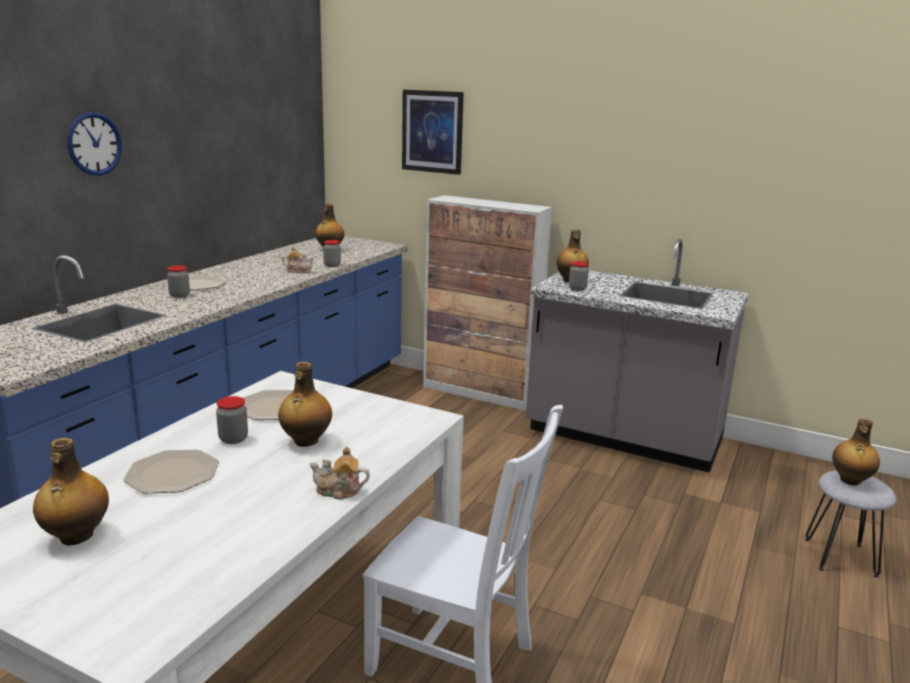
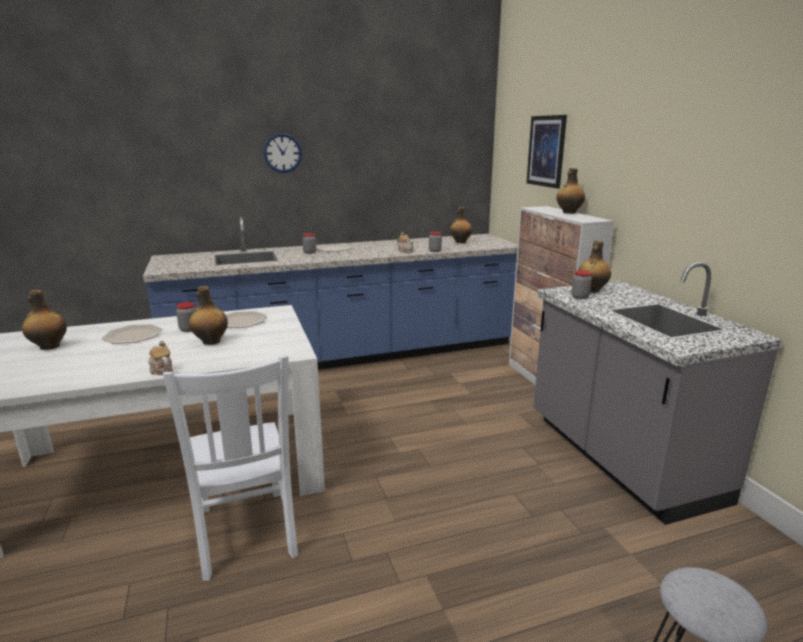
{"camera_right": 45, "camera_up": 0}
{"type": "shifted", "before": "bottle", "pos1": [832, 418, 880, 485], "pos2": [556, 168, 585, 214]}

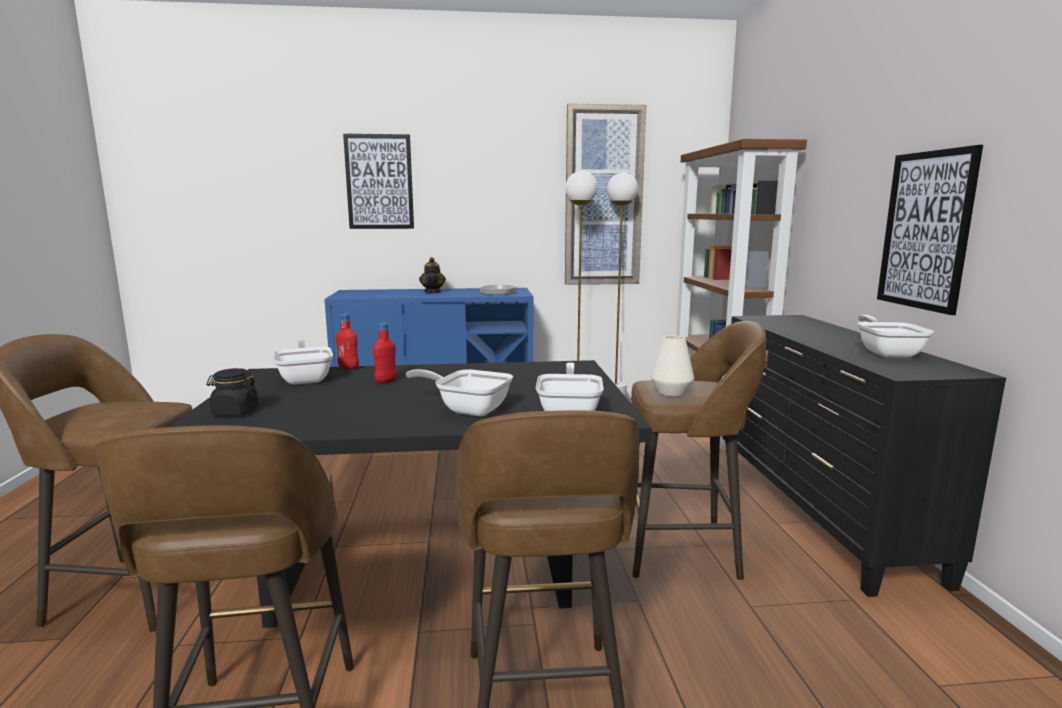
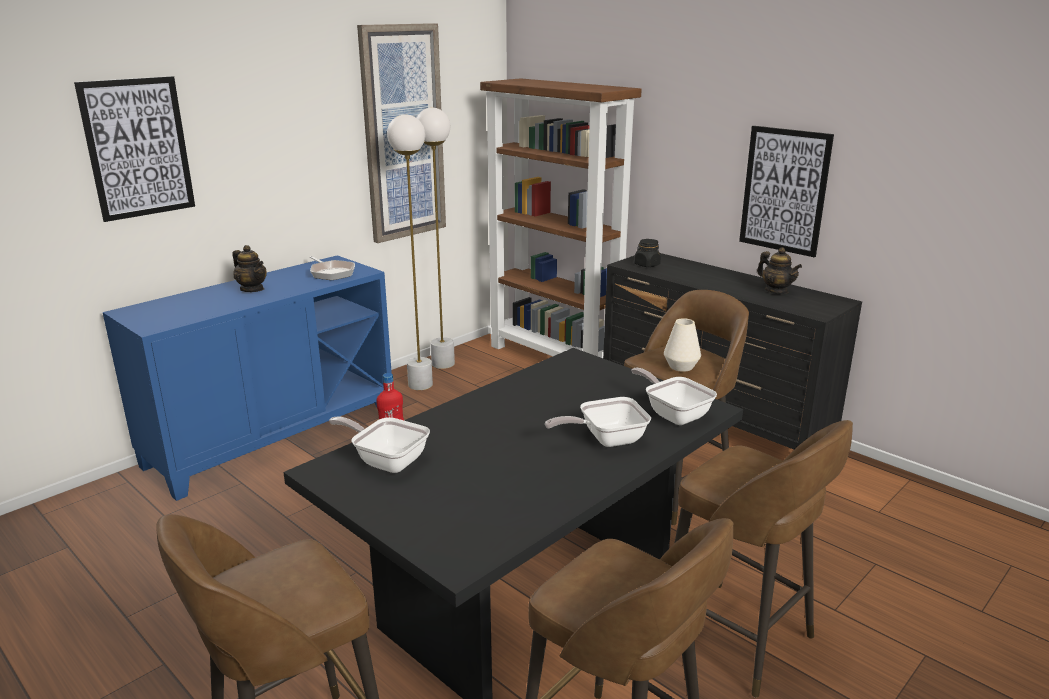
{"camera_right": -40, "camera_up": 10}
{"type": "gone", "before": "red bottle", "pos1": [373, 323, 397, 384]}
{"type": "shifted", "before": "black jar", "pos1": [206, 368, 258, 416], "pos2": [634, 239, 661, 267]}
{"type": "swapped", "before": "frying pan", "after": "teapot", "pos1": [857, 315, 934, 357], "pos2": [757, 247, 802, 294]}

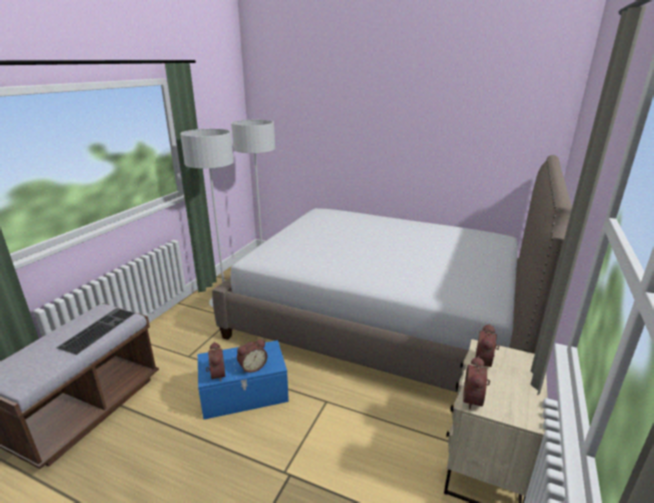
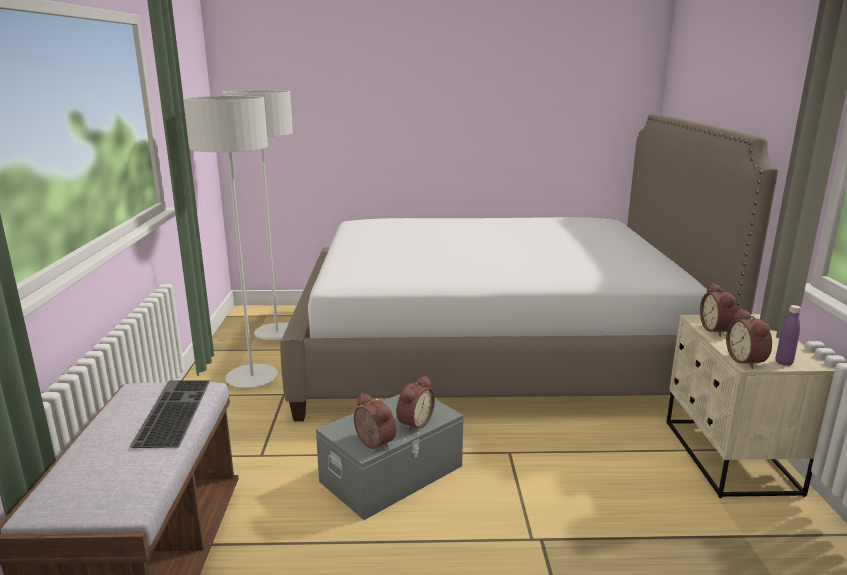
{"camera_right": -25, "camera_up": -5}
{"type": "new", "after": "purple bottle", "pos2": [776, 305, 801, 366]}
{"type": "repainted", "before": "blue storage box", "after": "grey storage box", "pos1": [198, 340, 289, 420], "pos2": [316, 394, 463, 520]}

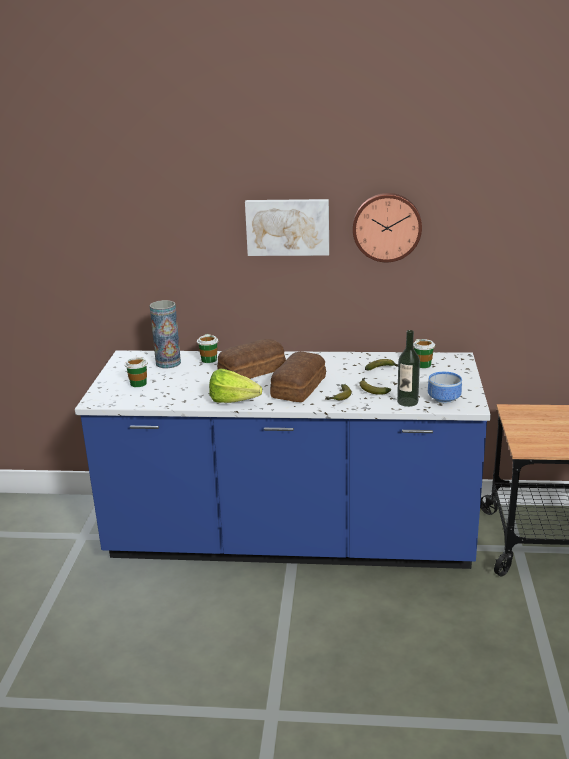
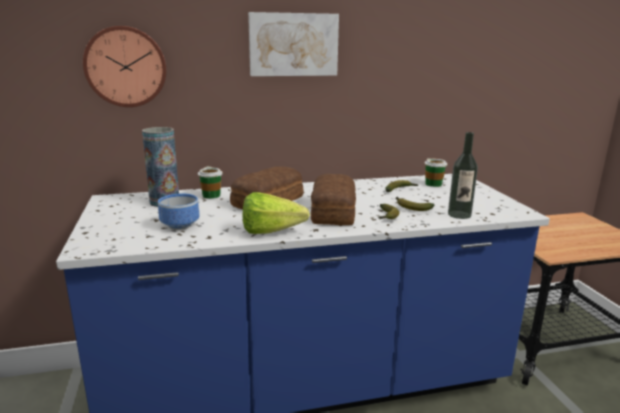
{"camera_right": -20, "camera_up": -5}
{"type": "gone", "before": "cup", "pos1": [125, 357, 148, 387]}
{"type": "shifted", "before": "wall clock", "pos1": [353, 193, 422, 262], "pos2": [83, 26, 167, 107]}
{"type": "shifted", "before": "bowl", "pos1": [428, 372, 462, 404], "pos2": [158, 194, 200, 230]}

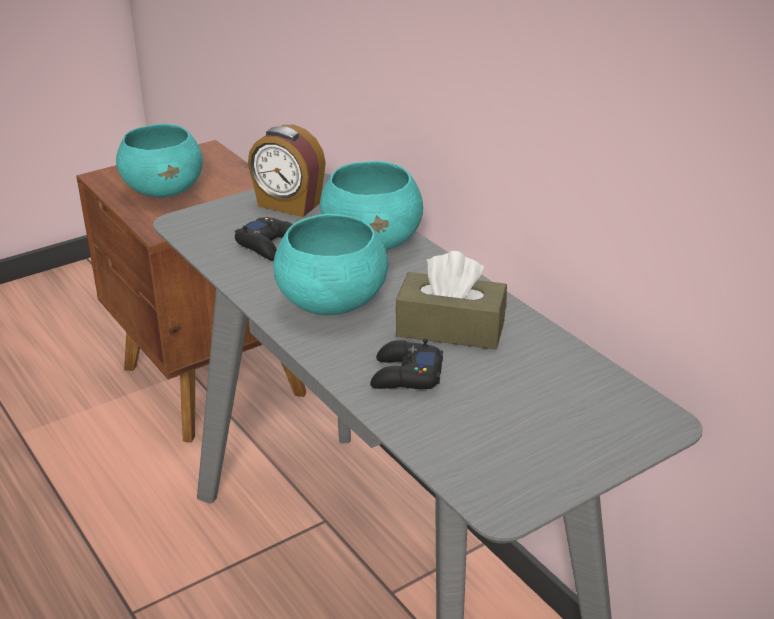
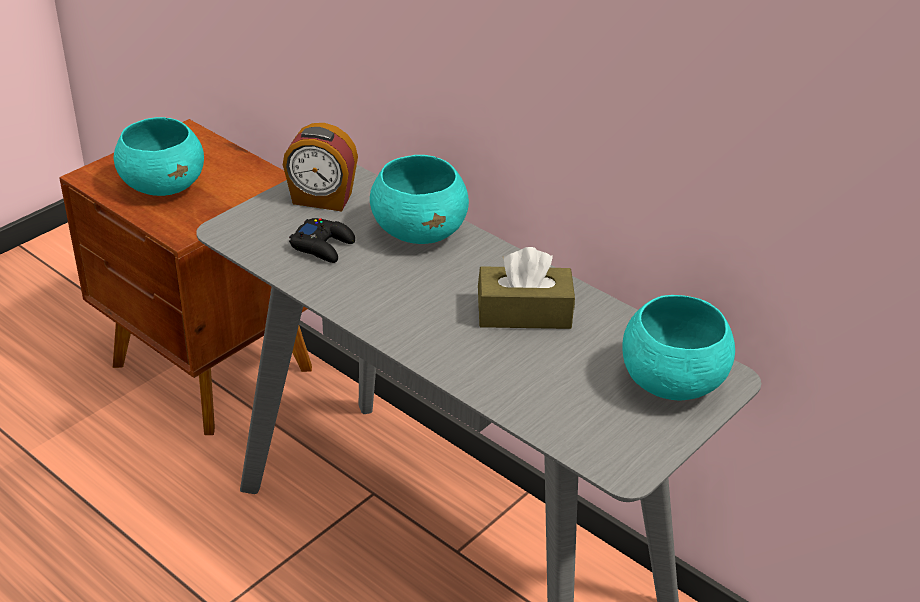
{"camera_right": -15, "camera_up": 5}
{"type": "gone", "before": "black game controller", "pos1": [370, 338, 443, 389]}
{"type": "shifted", "before": "turquoise bowl", "pos1": [273, 214, 388, 315], "pos2": [623, 295, 735, 400]}

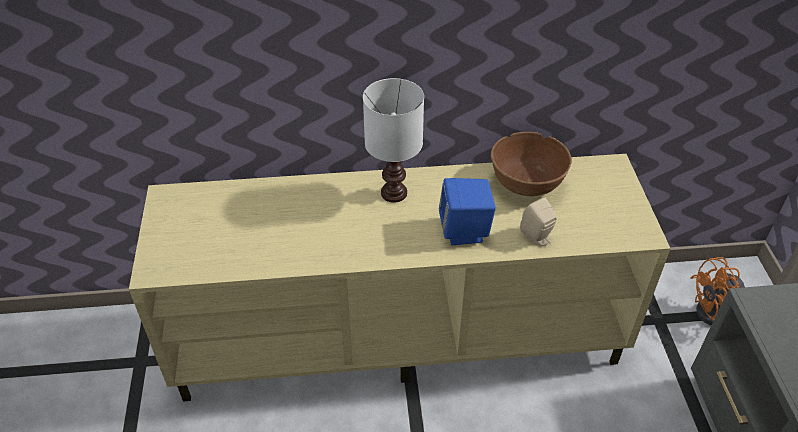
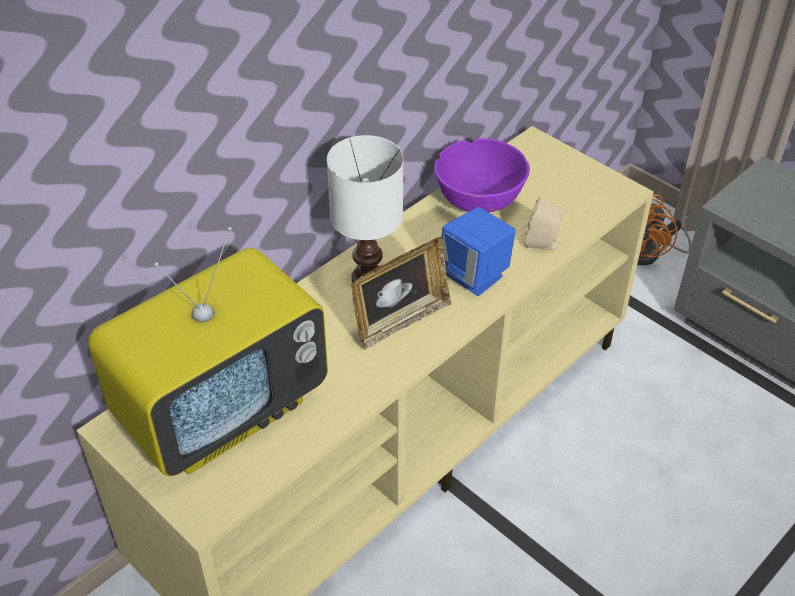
{"camera_right": -40, "camera_up": 0}
{"type": "new", "after": "television", "pos2": [88, 227, 328, 476]}
{"type": "new", "after": "picture frame", "pos2": [351, 237, 452, 350]}
{"type": "repainted", "before": "brown bowl", "after": "purple bowl", "pos1": [491, 132, 572, 196], "pos2": [434, 138, 530, 212]}

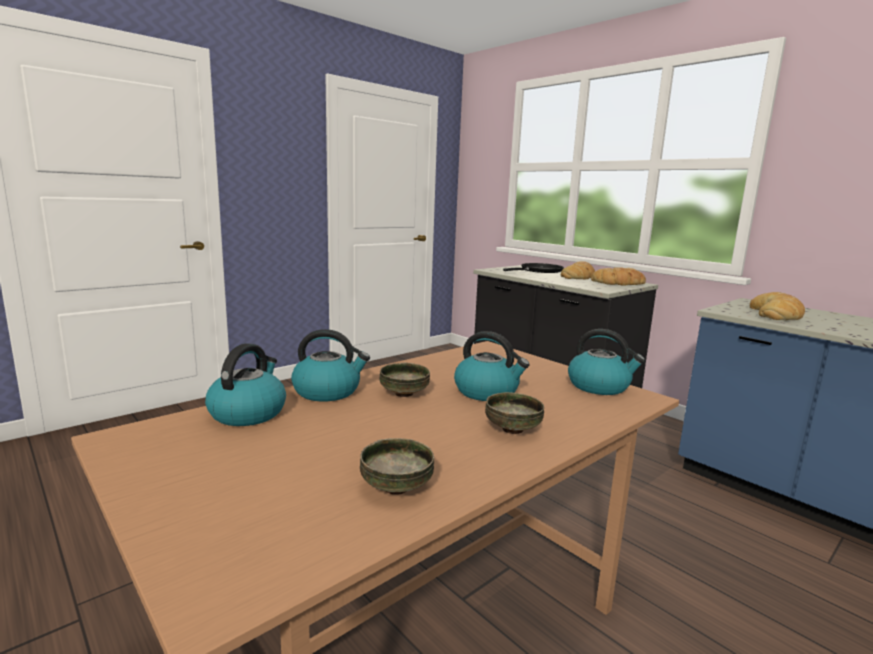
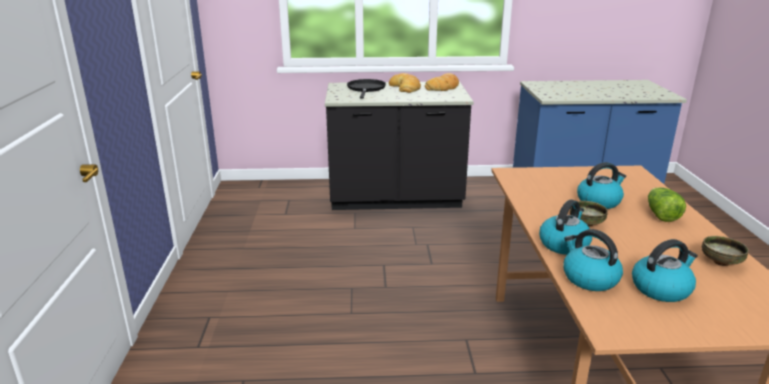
{"camera_right": -50, "camera_up": 10}
{"type": "gone", "before": "bread", "pos1": [750, 292, 805, 320]}
{"type": "shifted", "before": "kettle", "pos1": [568, 329, 645, 395], "pos2": [632, 239, 698, 302]}
{"type": "swapped", "before": "bowl", "after": "lettuce", "pos1": [485, 392, 544, 434], "pos2": [648, 187, 686, 222]}

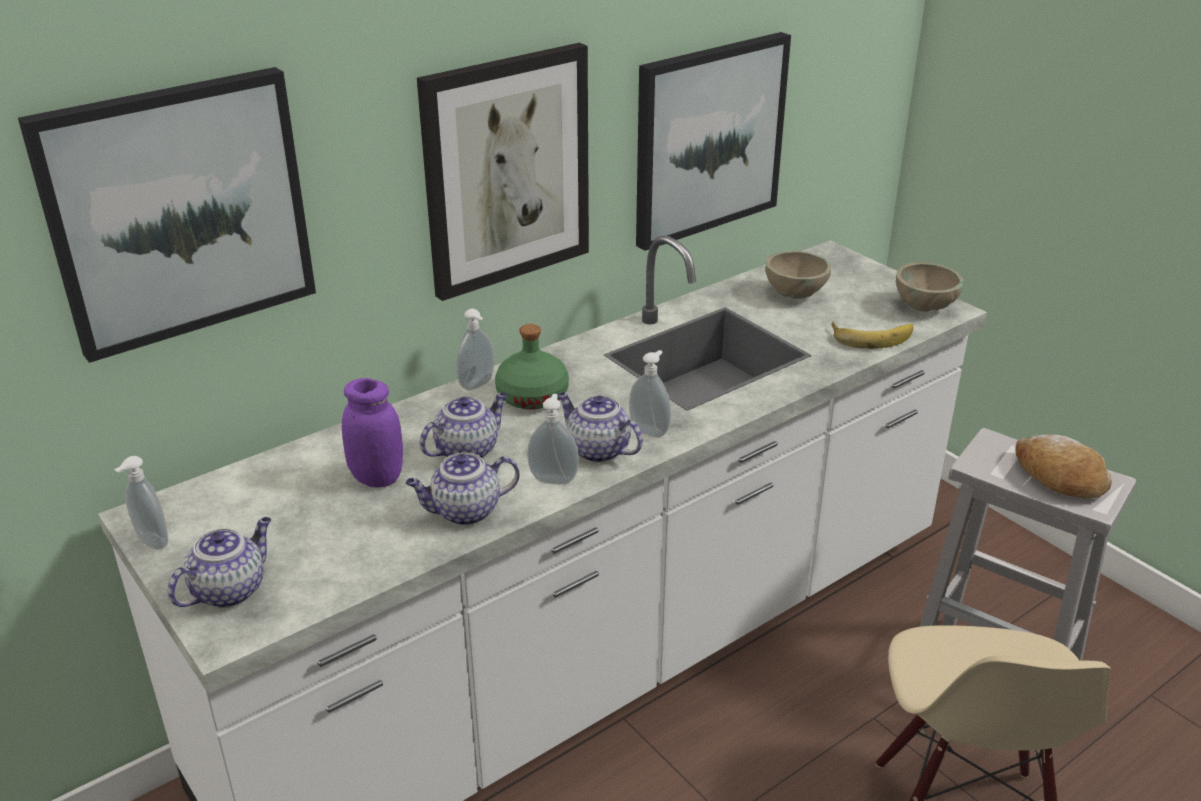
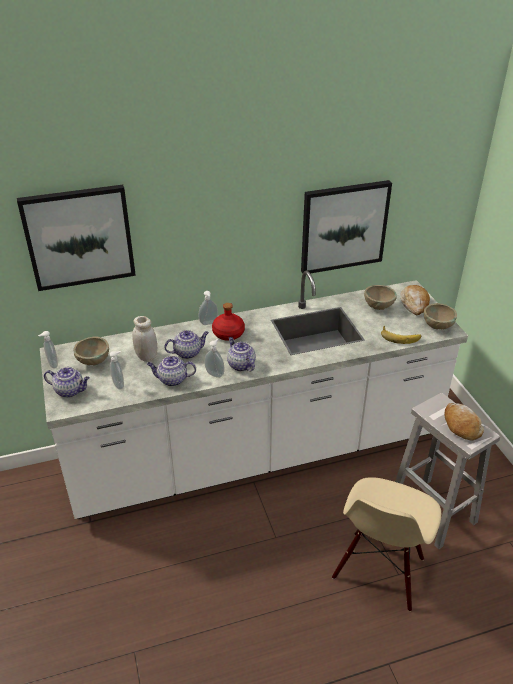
{"camera_right": 20, "camera_up": 5}
{"type": "gone", "before": "picture", "pos1": [417, 43, 589, 301]}
{"type": "new", "after": "beige bowl", "pos2": [73, 336, 109, 366]}
{"type": "new", "after": "bread", "pos2": [400, 285, 430, 315]}
{"type": "shifted", "before": "soap dispenser", "pos1": [629, 350, 671, 438], "pos2": [110, 351, 124, 390]}
{"type": "repainted", "before": "purple jar", "after": "white jar", "pos1": [342, 378, 403, 487], "pos2": [132, 316, 157, 362]}
{"type": "repainted", "before": "green bottle", "after": "red bottle", "pos1": [495, 324, 569, 410], "pos2": [212, 303, 245, 341]}
{"type": "rotated", "before": "teapot", "pos1": [168, 517, 271, 608], "pos2": [44, 367, 90, 398], "turn": 45}

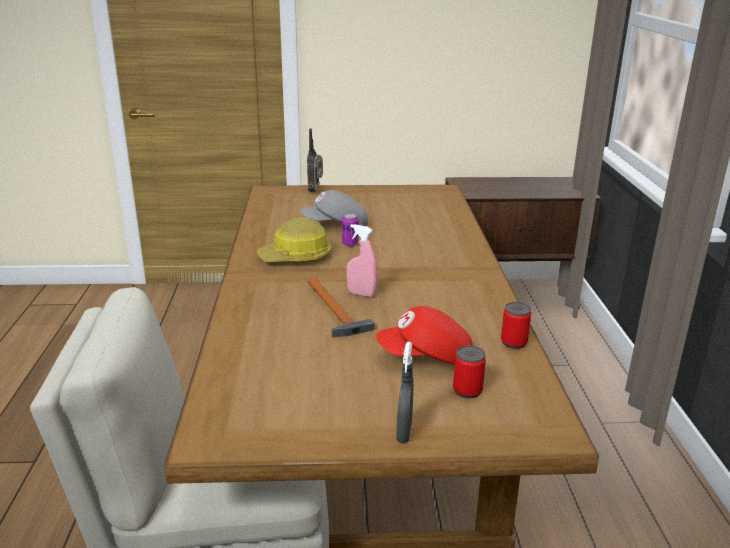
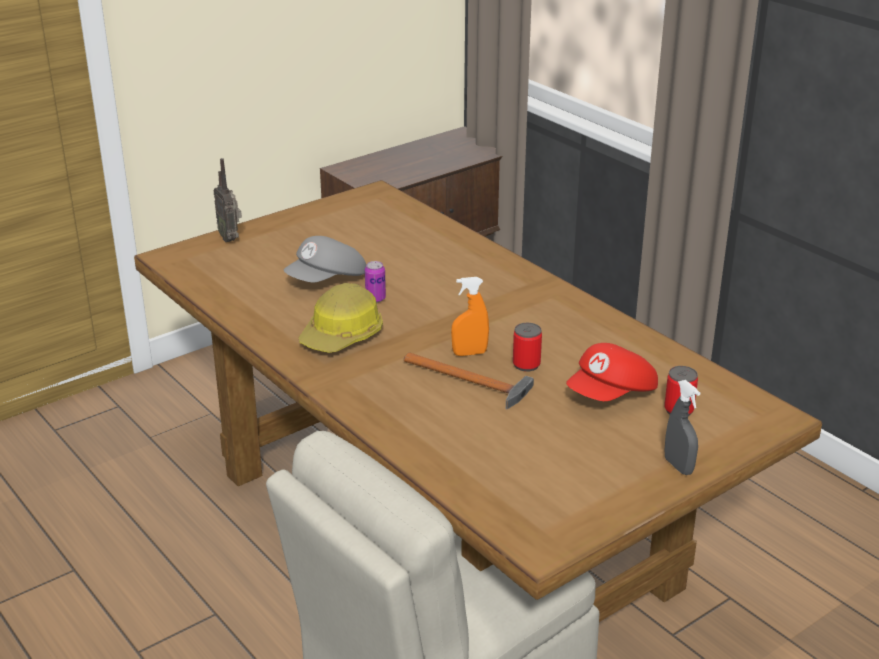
{"camera_right": -35, "camera_up": 5}
{"type": "shifted", "before": "can", "pos1": [501, 302, 531, 349], "pos2": [513, 323, 542, 372]}
{"type": "repainted", "before": "pink spray bottle", "after": "orange spray bottle", "pos1": [346, 224, 378, 297], "pos2": [451, 277, 489, 356]}

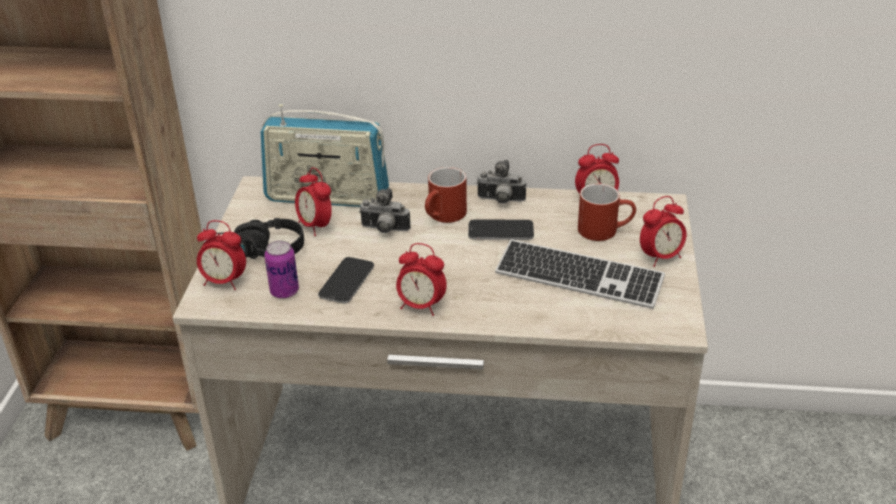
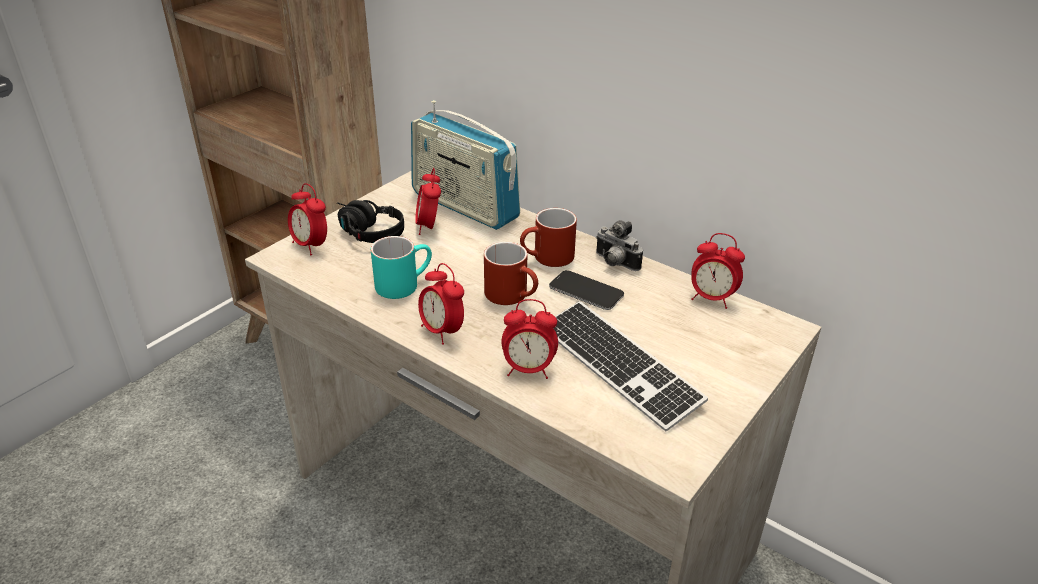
{"camera_right": 30, "camera_up": 0}
{"type": "gone", "before": "can", "pos1": [264, 240, 299, 298]}
{"type": "gone", "before": "photo camera", "pos1": [359, 188, 411, 233]}
{"type": "shifted", "before": "red mug", "pos1": [578, 184, 636, 241], "pos2": [484, 242, 538, 305]}
{"type": "shifted", "before": "alarm clock", "pos1": [640, 196, 686, 267], "pos2": [501, 299, 558, 379]}
{"type": "swapped", "before": "phone", "after": "turquoise mug", "pos1": [318, 257, 374, 304], "pos2": [371, 236, 432, 299]}

